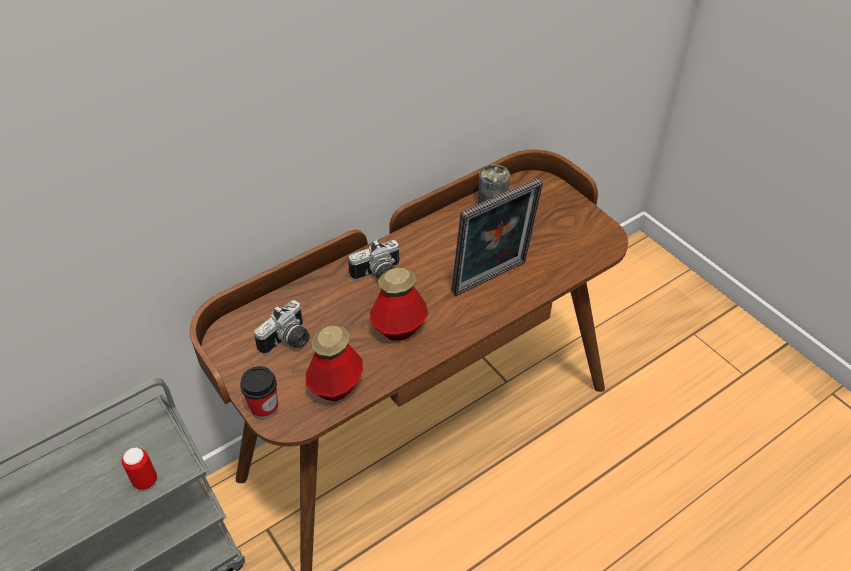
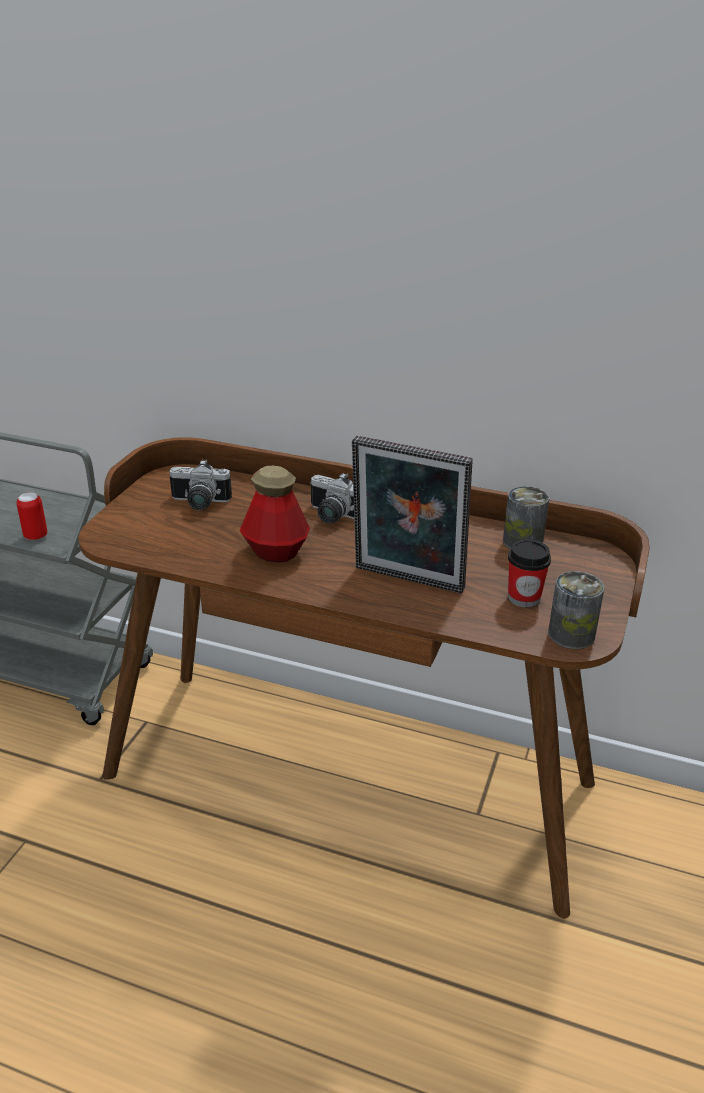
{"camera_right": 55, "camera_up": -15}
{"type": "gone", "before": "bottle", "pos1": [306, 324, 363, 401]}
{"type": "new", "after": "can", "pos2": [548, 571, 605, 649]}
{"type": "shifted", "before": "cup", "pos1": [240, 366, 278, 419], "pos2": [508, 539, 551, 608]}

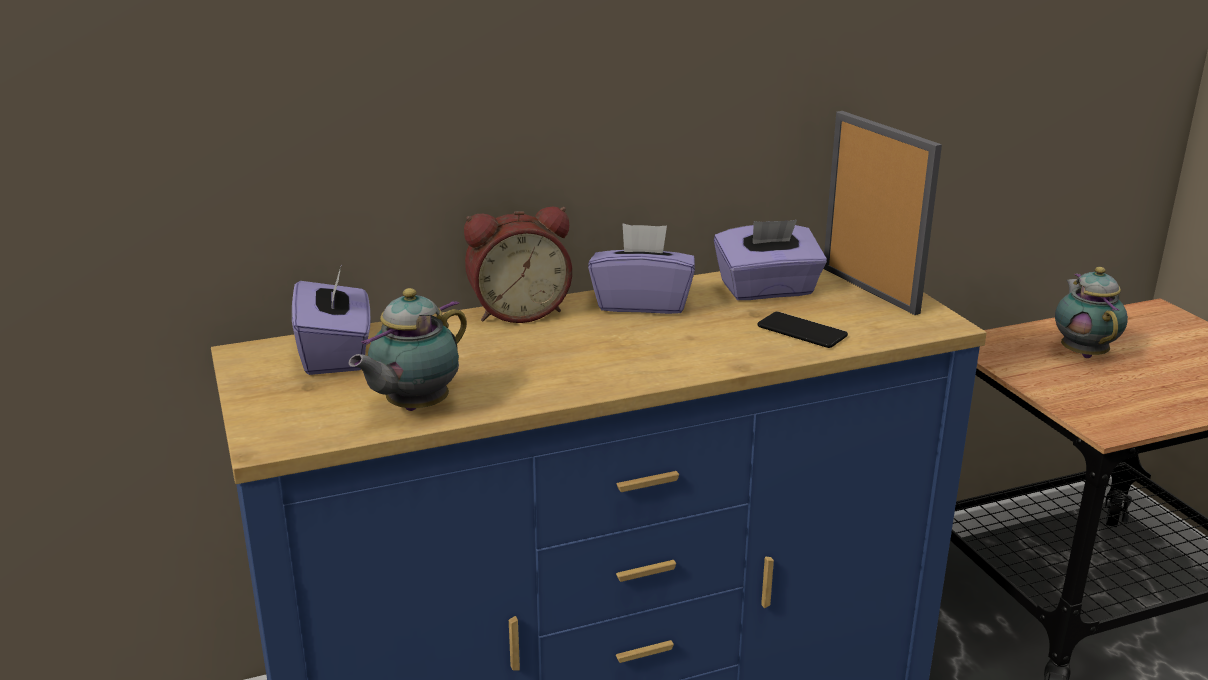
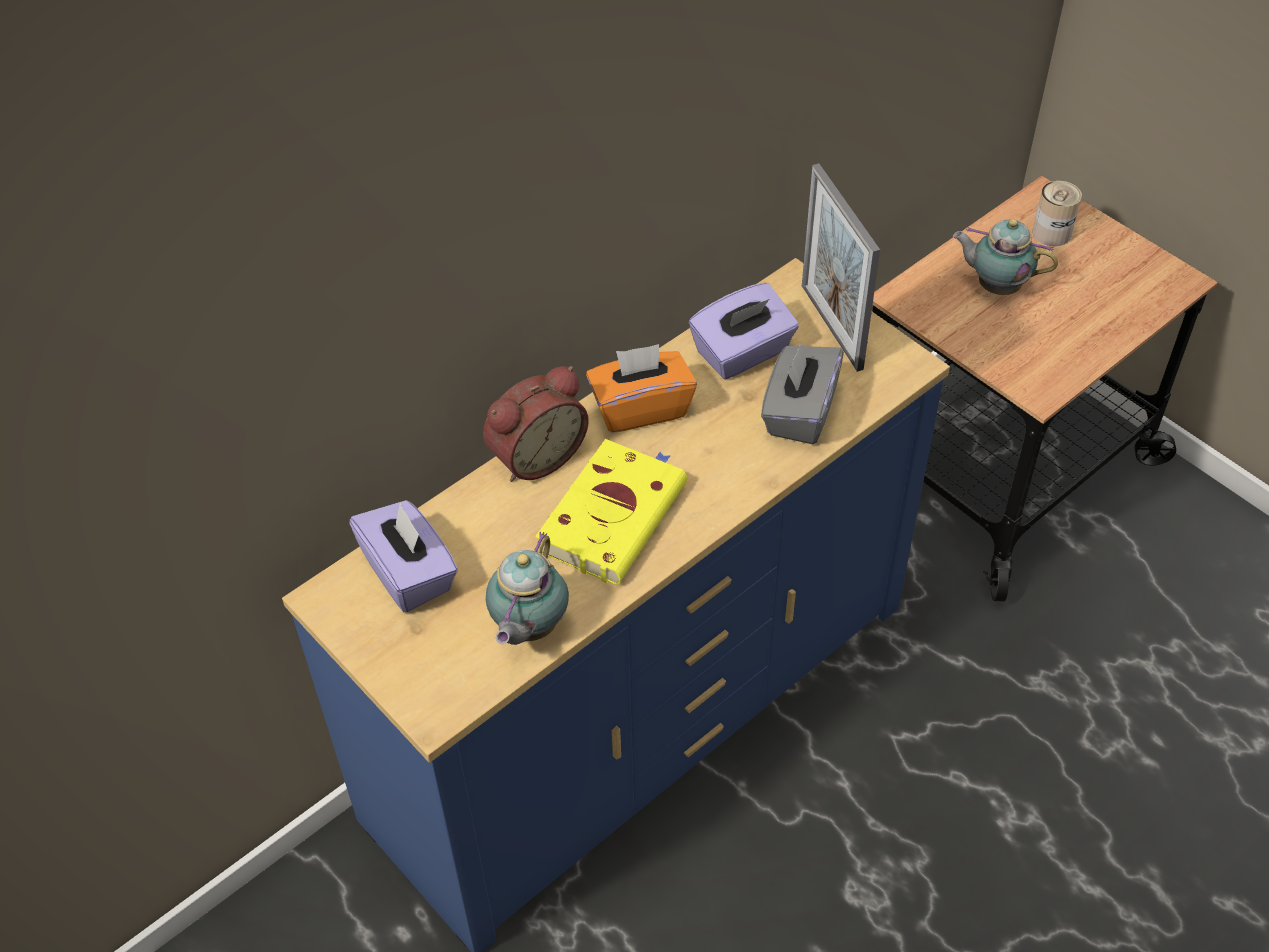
{"camera_right": -20, "camera_up": 25}
{"type": "new", "after": "yellow book", "pos2": [535, 439, 687, 585]}
{"type": "new", "after": "can", "pos2": [1033, 181, 1082, 246]}
{"type": "swapped", "before": "phone", "after": "grey tissue box", "pos1": [757, 311, 848, 348], "pos2": [761, 343, 844, 444]}
{"type": "repainted", "before": "purple tissue box", "after": "orange tissue box", "pos1": [588, 224, 695, 314], "pos2": [586, 344, 697, 433]}
{"type": "rotated", "before": "picture frame", "pos1": [823, 111, 942, 315], "pos2": [802, 163, 880, 372], "turn": -150}
{"type": "rotated", "before": "teapot", "pos1": [1055, 267, 1128, 358], "pos2": [953, 219, 1058, 295], "turn": -45}

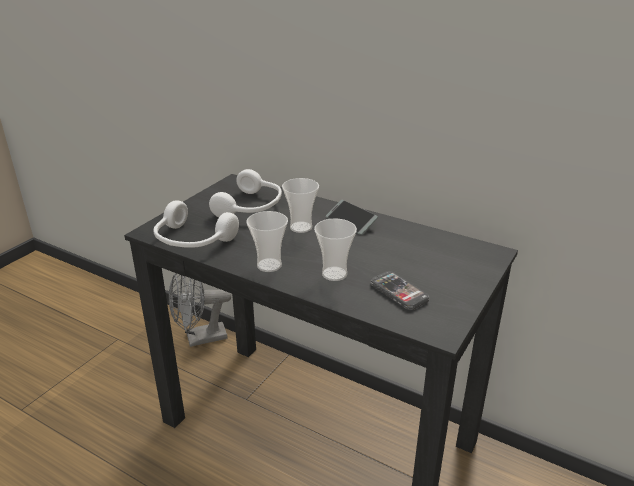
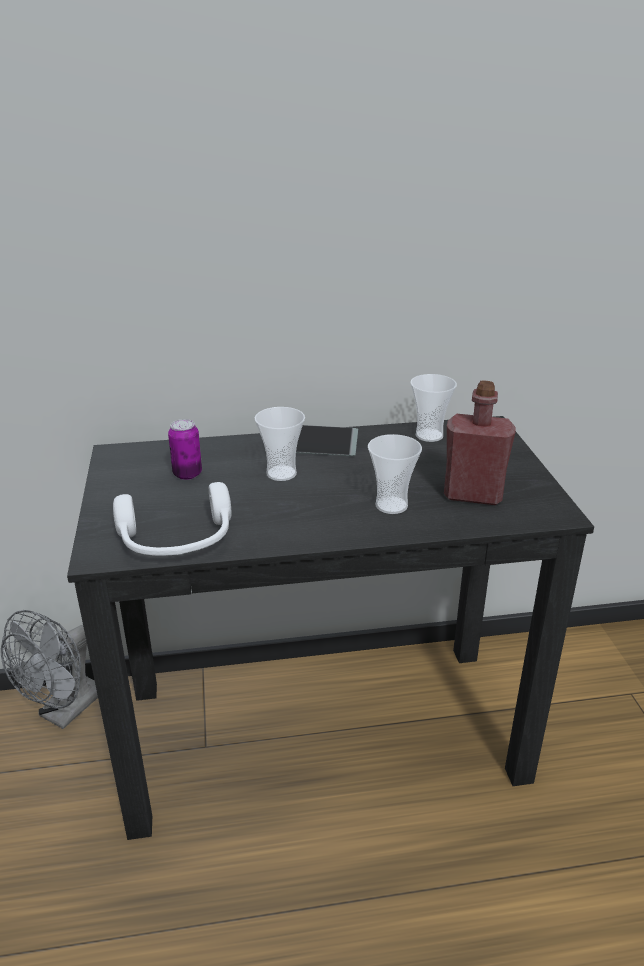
{"camera_right": -40, "camera_up": 0}
{"type": "shifted", "before": "cup", "pos1": [246, 211, 288, 272], "pos2": [410, 374, 457, 442]}
{"type": "swapped", "before": "white headphones", "after": "can", "pos1": [209, 169, 282, 217], "pos2": [168, 419, 202, 480]}
{"type": "swapped", "before": "phone", "after": "red bottle", "pos1": [370, 271, 429, 310], "pos2": [444, 380, 516, 505]}

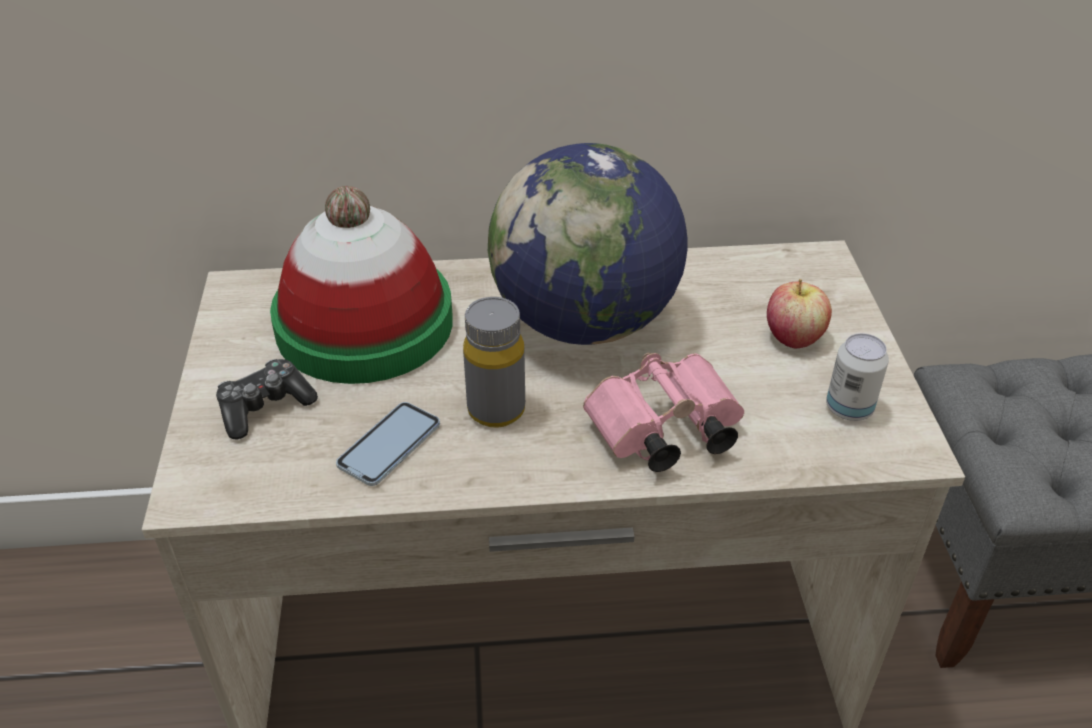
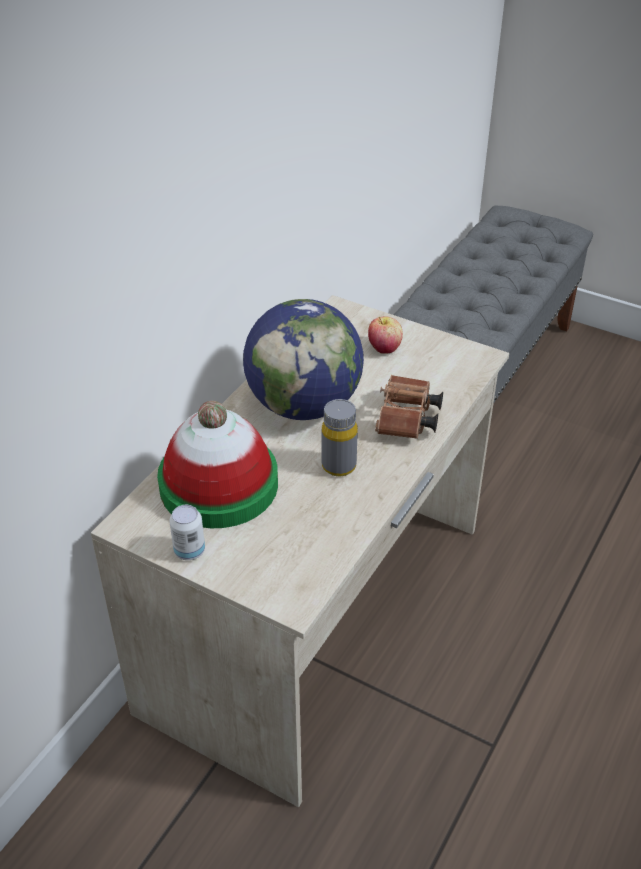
{"camera_right": -55, "camera_up": 0}
{"type": "gone", "before": "game controller", "pos1": [216, 359, 318, 440]}
{"type": "gone", "before": "phone", "pos1": [336, 402, 440, 486]}
{"type": "shifted", "before": "can", "pos1": [826, 333, 889, 421], "pos2": [170, 505, 205, 560]}
{"type": "repainted", "before": "pink binoculars", "after": "brown binoculars", "pos1": [583, 353, 744, 472], "pos2": [375, 375, 443, 439]}

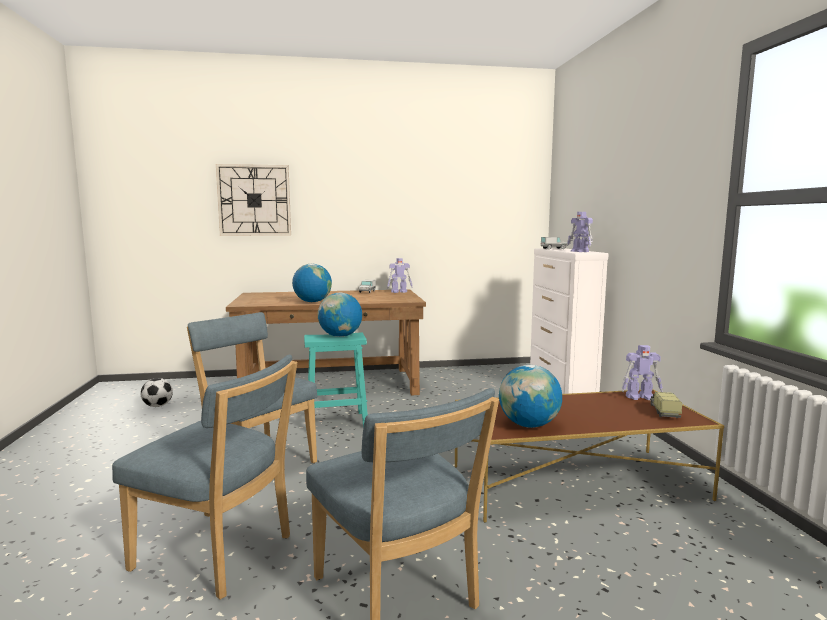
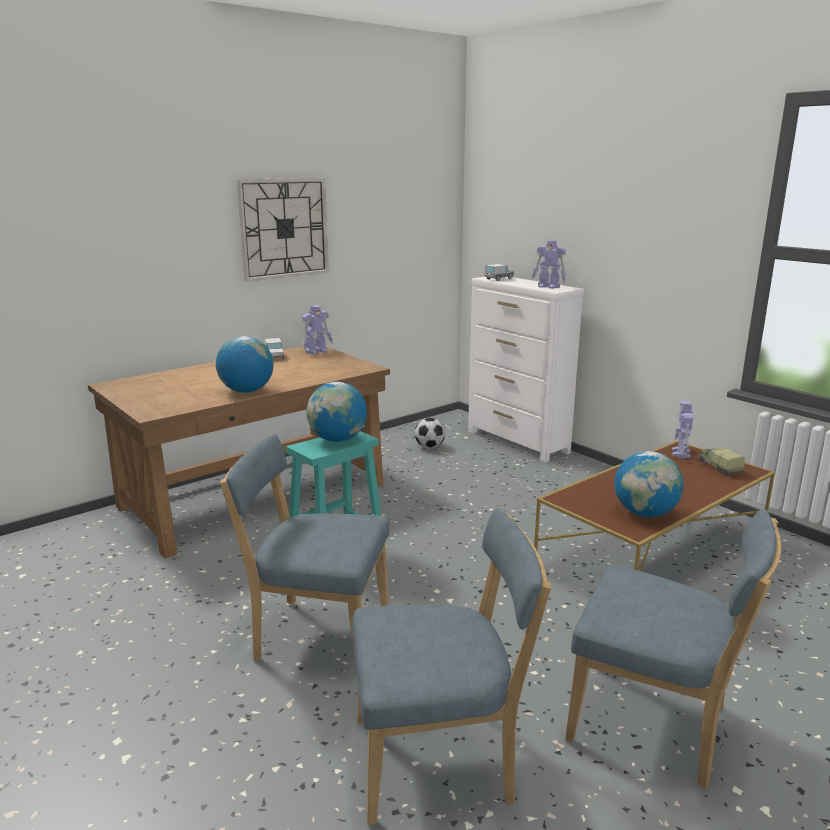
{"camera_right": -30, "camera_up": 10}
{"type": "shifted", "before": "football", "pos1": [141, 378, 173, 407], "pos2": [415, 418, 445, 448]}
{"type": "shifted", "before": "wall clock", "pos1": [216, 164, 291, 236], "pos2": [237, 178, 329, 282]}
{"type": "rotated", "before": "toy robot", "pos1": [622, 345, 663, 400], "pos2": [672, 401, 693, 459], "turn": 135}

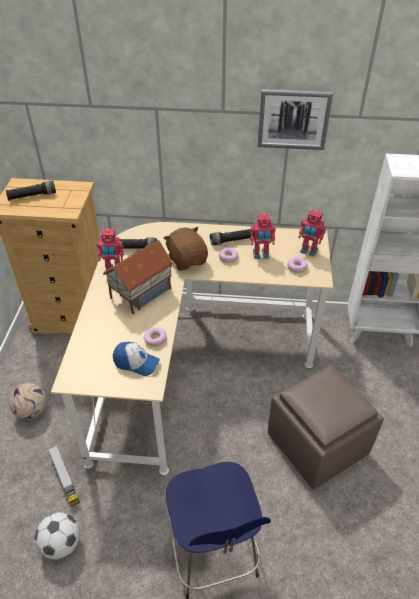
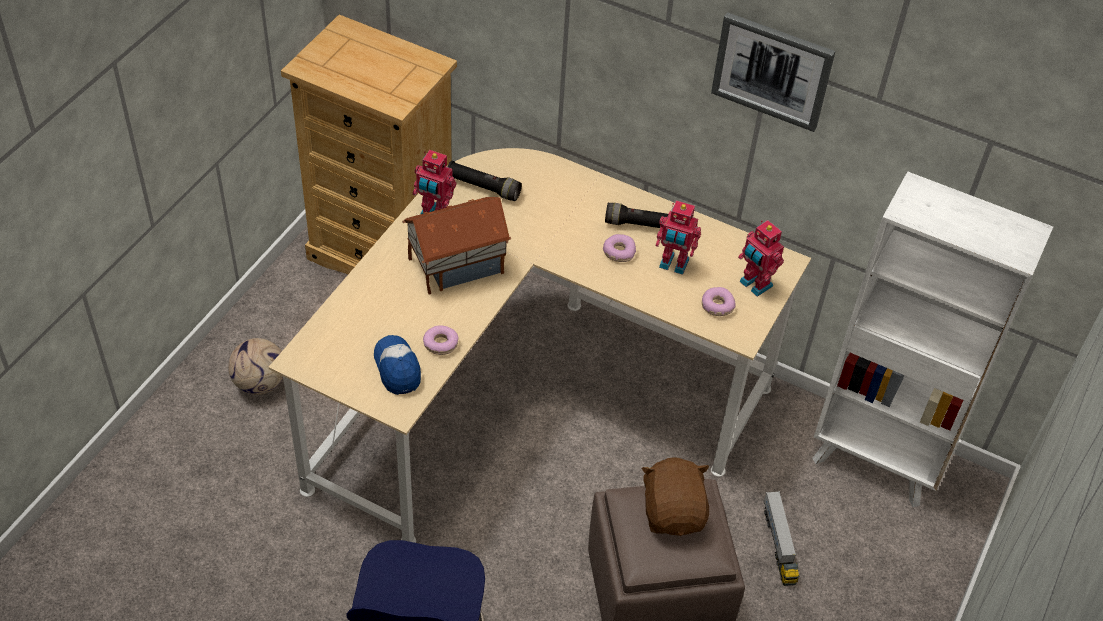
{"camera_right": 20, "camera_up": 5}
{"type": "gone", "before": "black flashlight", "pos1": [6, 181, 56, 201]}
{"type": "gone", "before": "football", "pos1": [35, 512, 80, 560]}
{"type": "shifted", "before": "toy truck", "pos1": [48, 445, 80, 507], "pos2": [764, 491, 799, 586]}
{"type": "shifted", "before": "brown plush toy", "pos1": [164, 227, 208, 271], "pos2": [642, 457, 709, 536]}
{"type": "rotated", "before": "cap", "pos1": [113, 342, 160, 376], "pos2": [374, 335, 421, 395], "turn": -150}

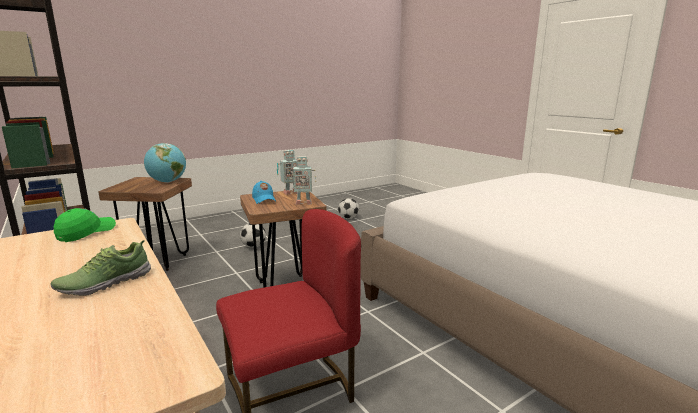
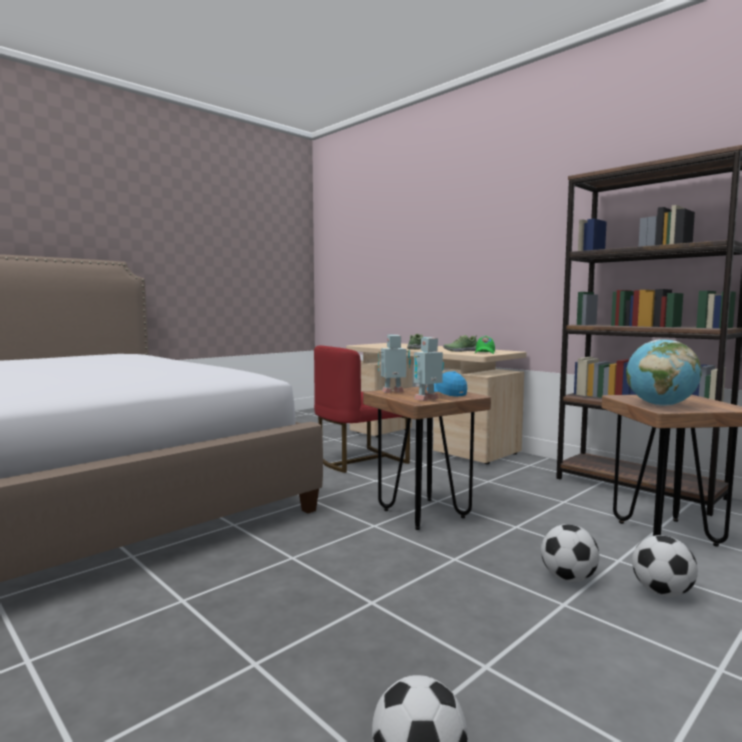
{"camera_right": 170, "camera_up": -10}
{"type": "new", "after": "shoe", "pos2": [443, 335, 477, 352]}
{"type": "new", "after": "football", "pos2": [632, 535, 698, 597]}

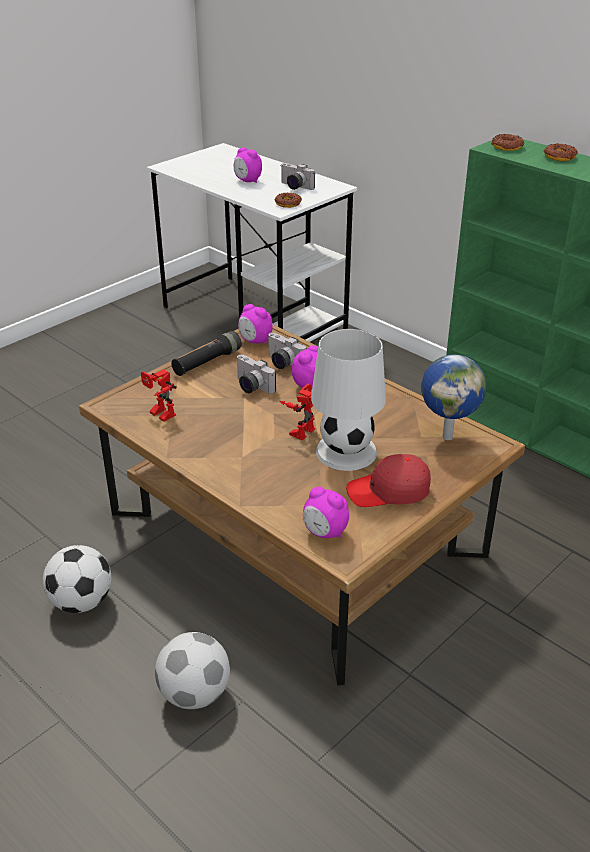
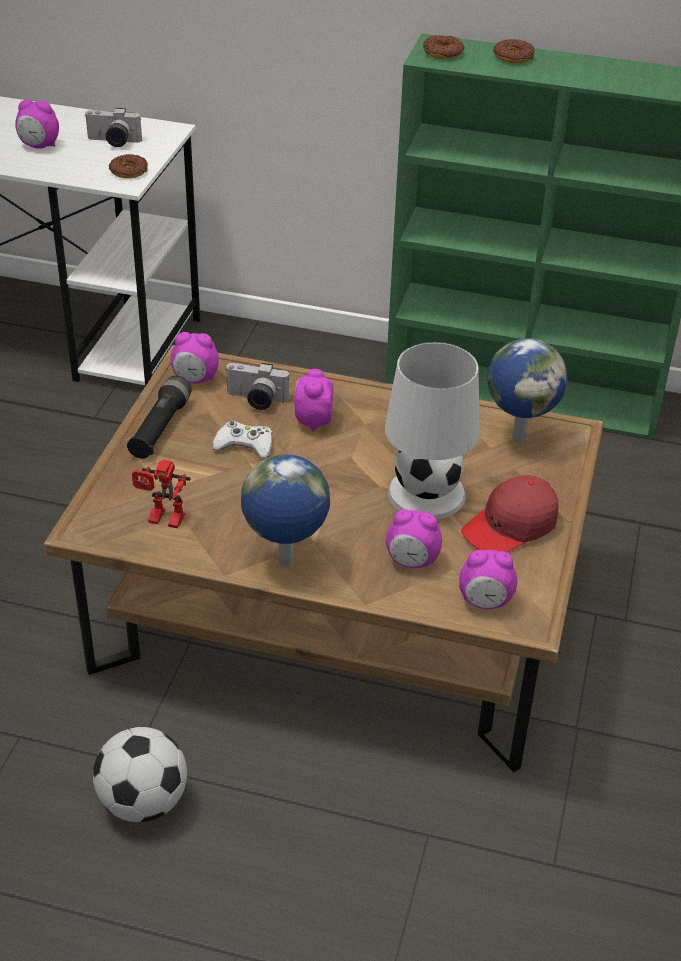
{"camera_right": -30, "camera_up": 5}
{"type": "gone", "before": "football", "pos1": [155, 632, 230, 709]}
{"type": "gone", "before": "toy robot", "pos1": [279, 383, 315, 440]}
{"type": "new", "after": "globe", "pos2": [241, 454, 330, 566]}
{"type": "new", "after": "alarm clock", "pos2": [386, 509, 442, 568]}
{"type": "swapped", "before": "photo camera", "after": "white game controller", "pos1": [236, 355, 276, 394], "pos2": [212, 421, 273, 458]}

